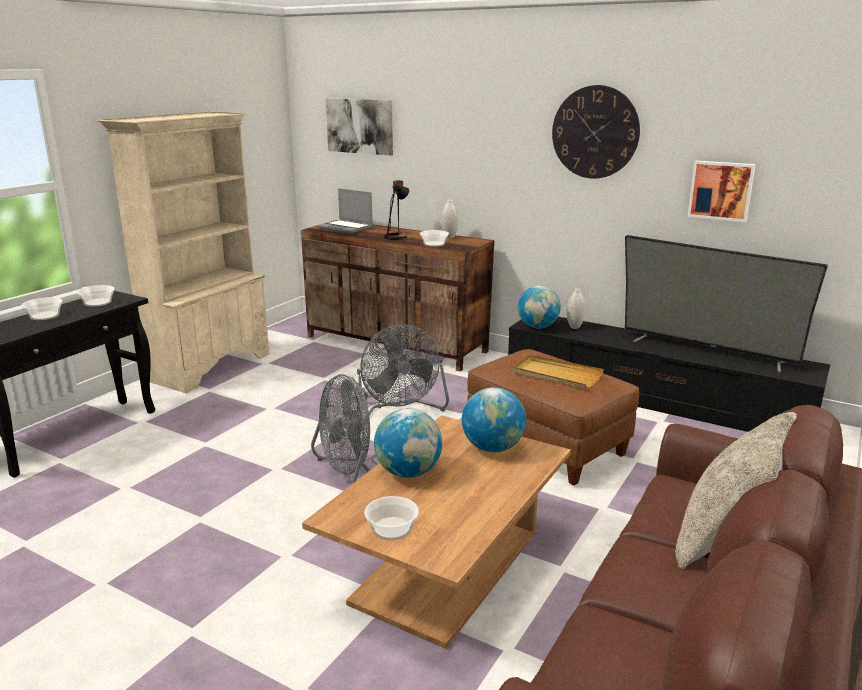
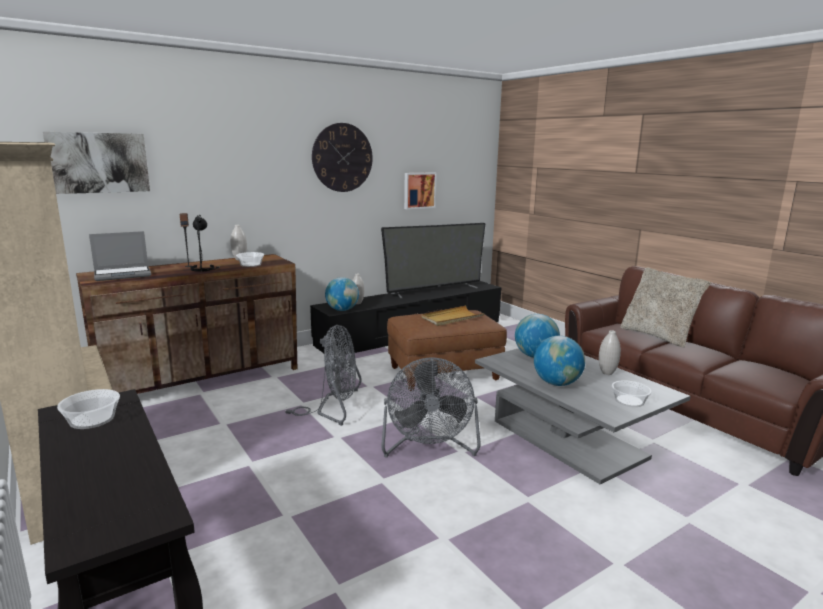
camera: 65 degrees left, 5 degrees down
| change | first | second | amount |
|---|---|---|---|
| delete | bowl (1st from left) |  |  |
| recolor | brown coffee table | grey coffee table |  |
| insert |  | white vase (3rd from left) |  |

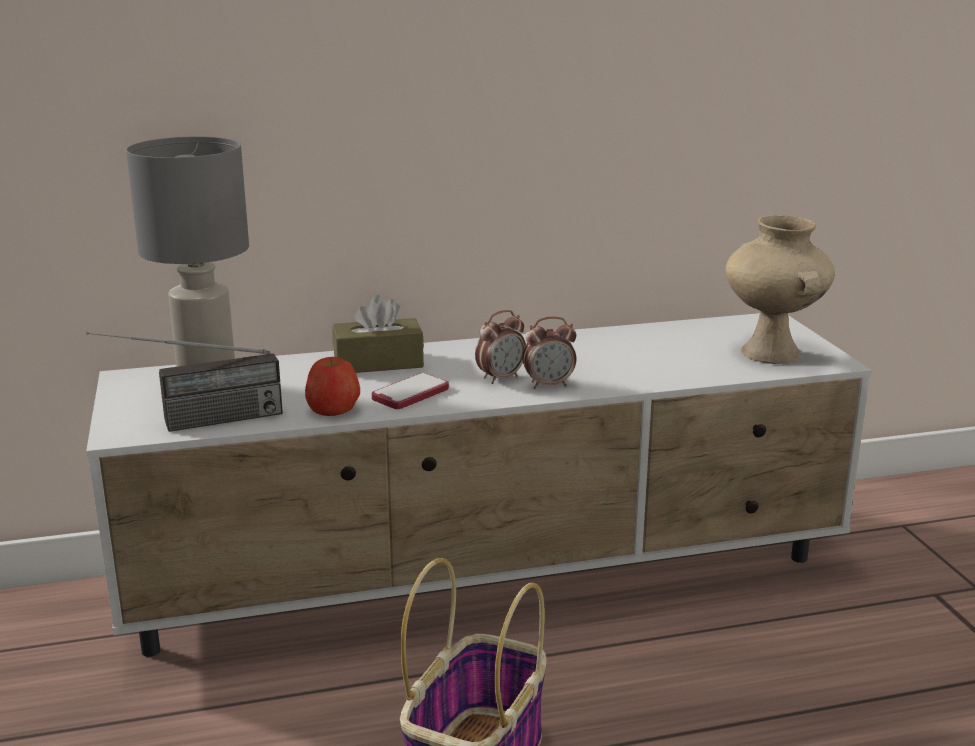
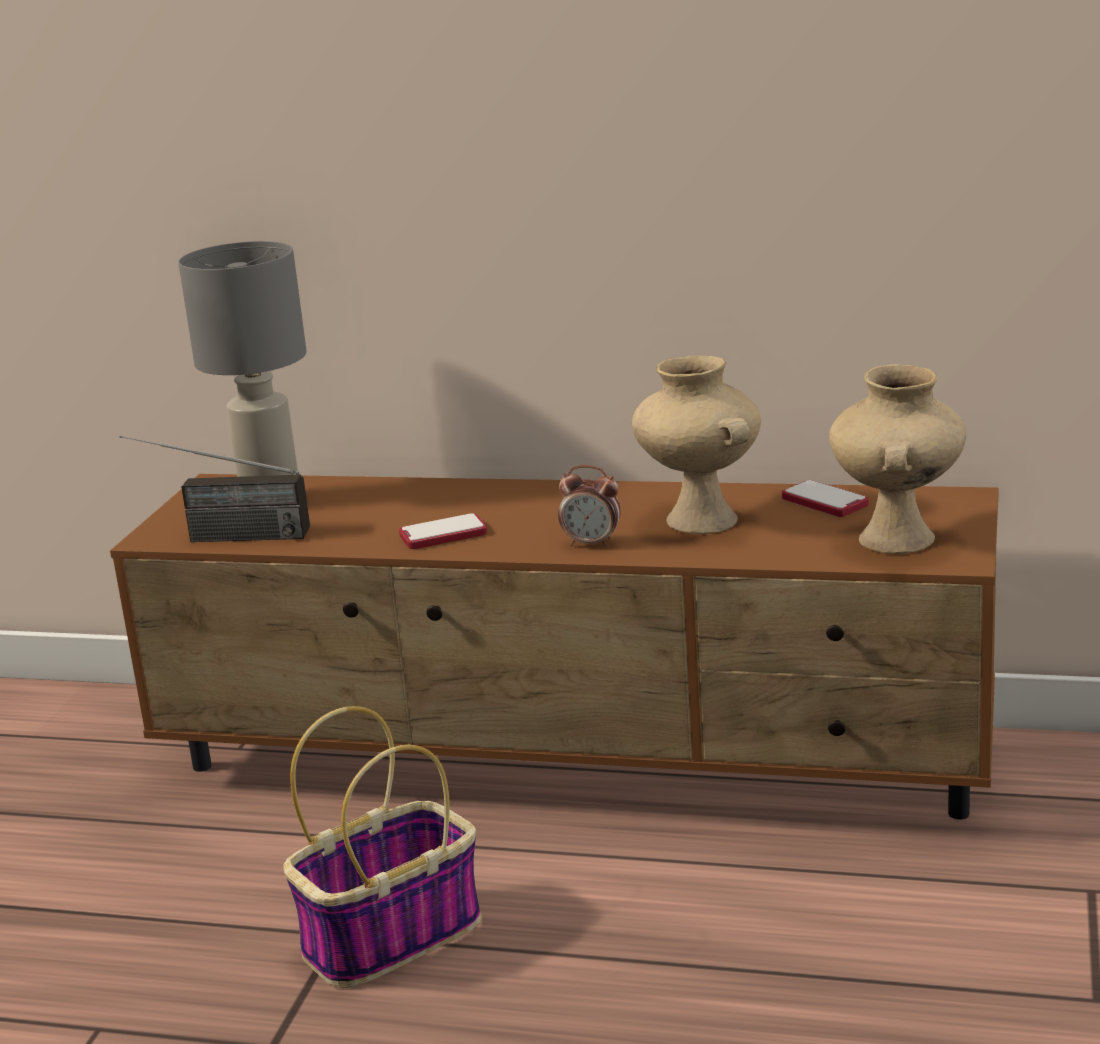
camera: 30 degrees right, 0 degrees up
| change | first | second | amount |
|---|---|---|---|
| delete | brown tissue box |  |  |
| delete | alarm clock (1st from left) |  |  |
| recolor | white tv stand | brown tv stand |  |
| delete | apple |  |  |
| insert |  | beige vase (1st from left) |  |
| insert |  | phone (2nd from left) |  |

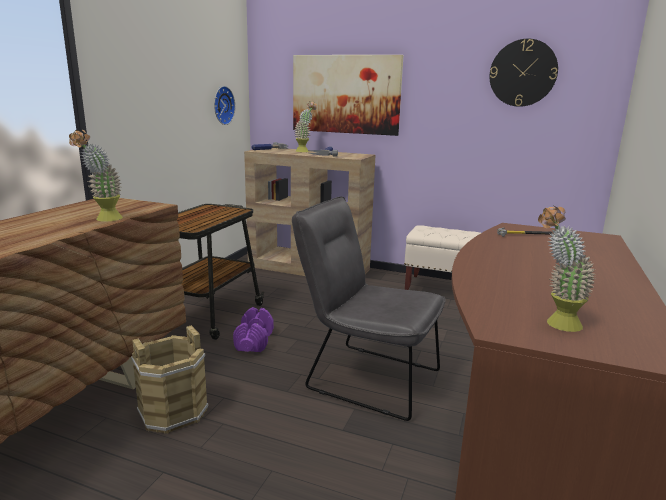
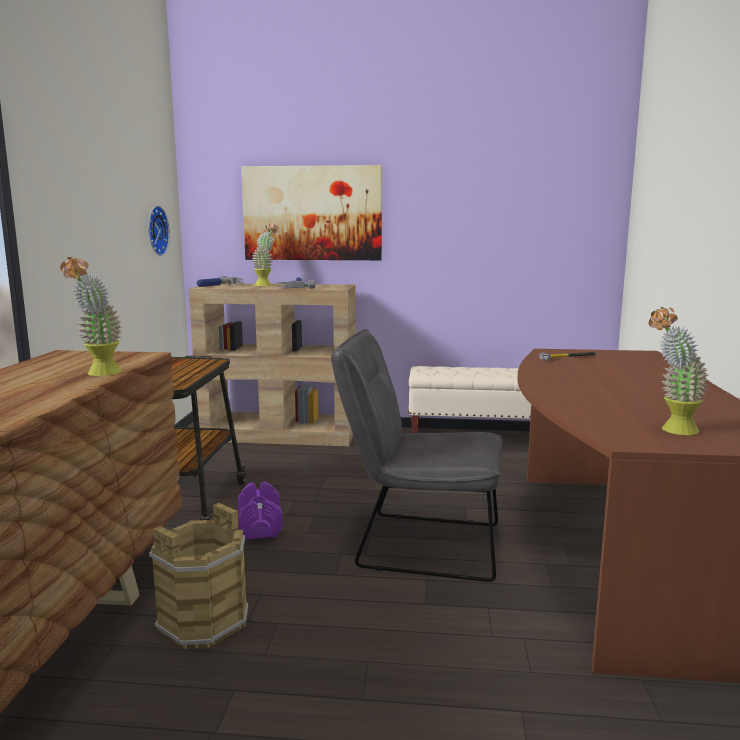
camera: 15 degrees left, 5 degrees down
| change | first | second | amount |
|---|---|---|---|
| delete | wall clock (2nd from left) |  |  |

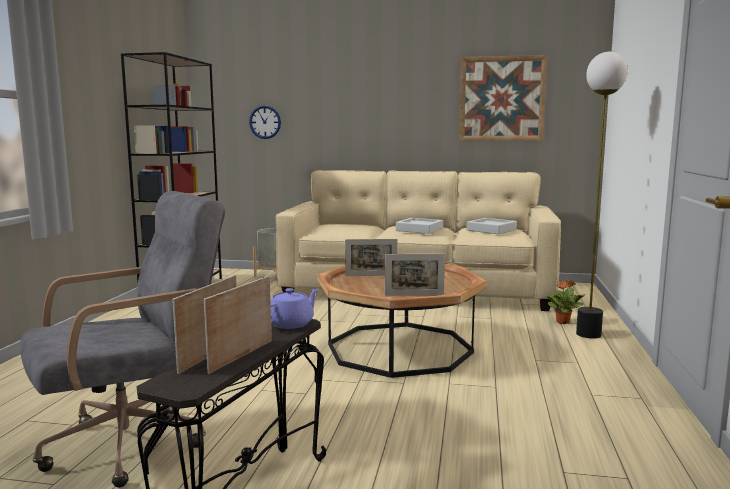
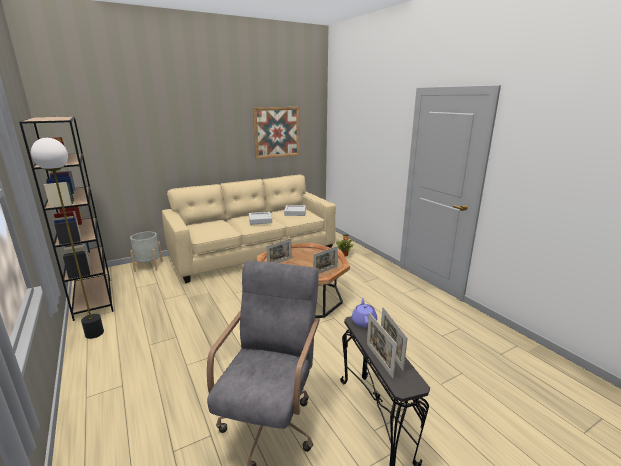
camera: 40 degrees left, 10 degrees up
| change | first | second | amount |
|---|---|---|---|
| move | floor lamp |  |  |
| delete | wall clock |  |  |

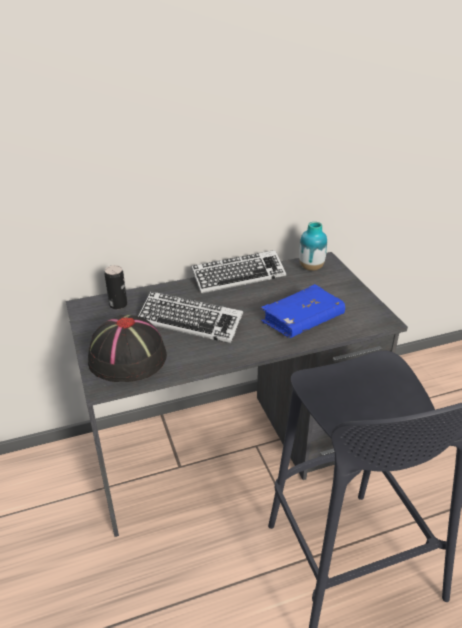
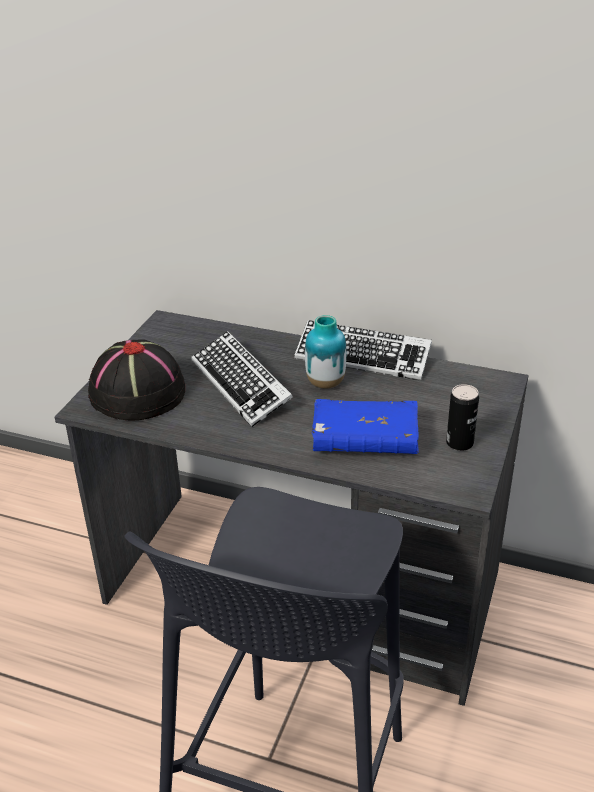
camera: 40 degrees right, 0 degrees up
| change | first | second | amount |
|---|---|---|---|
| move | vase |  |  |
| move | can |  |  |

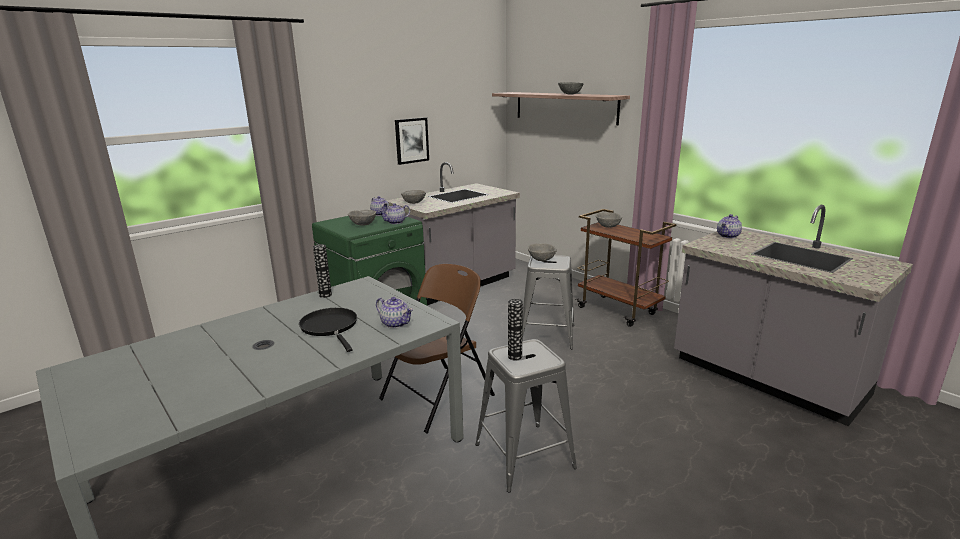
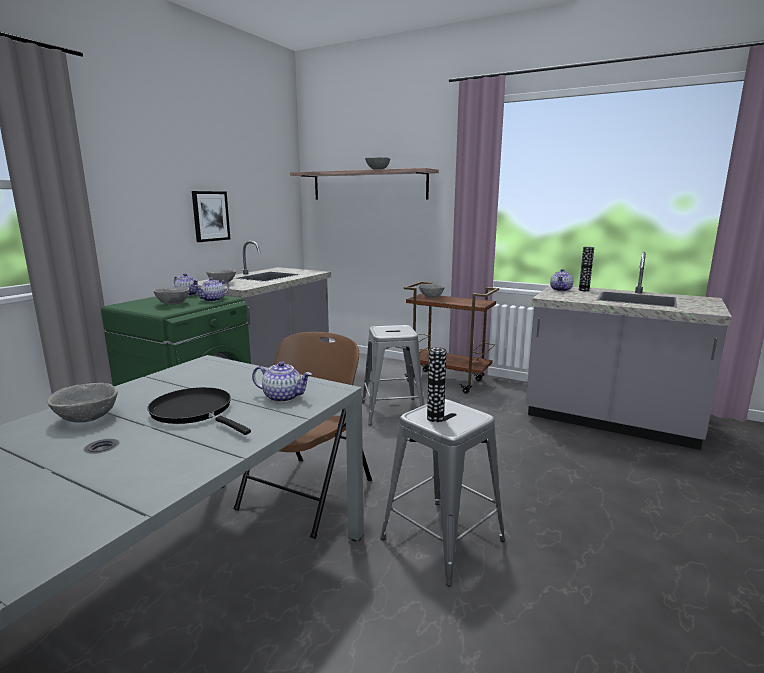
camera: 20 degrees left, 5 degrees down
| change | first | second | amount |
|---|---|---|---|
| move | grey bowl (3rd from left in the first image) | grey bowl (1st from left) |  |
| move | vase (1st from left in the first image) | vase (2nd from left) |  |

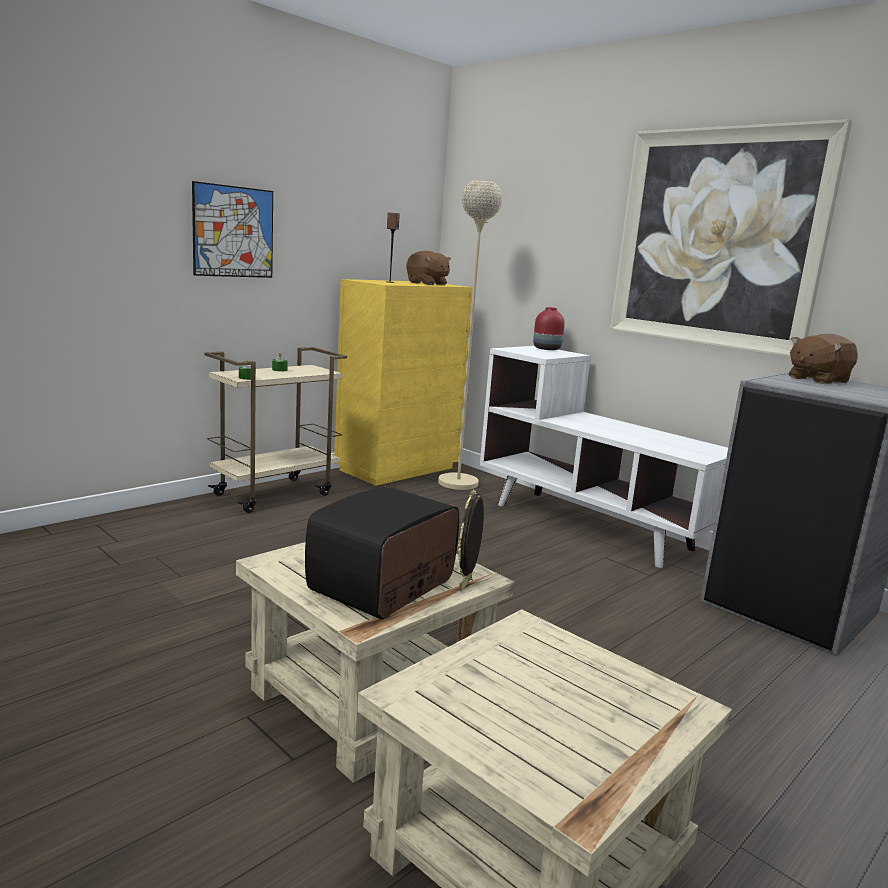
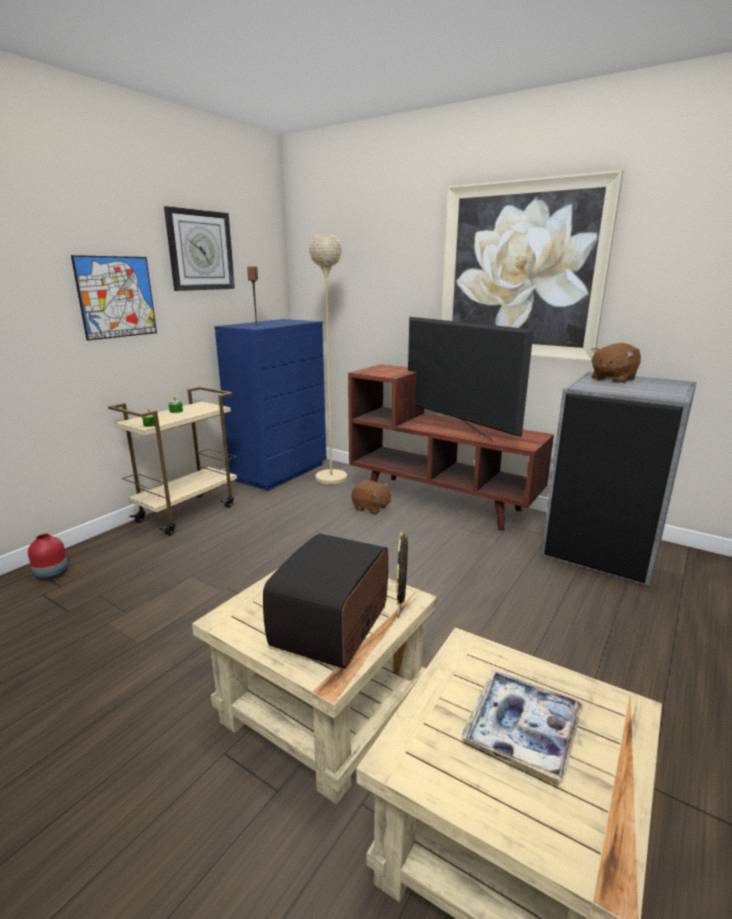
camera: 10 degrees left, 5 degrees up
| change | first | second | amount |
|---|---|---|---|
| move | brown plush toy (1st from left) |  |  |
| recolor | yellow dresser | blue dresser |  |
| move | red vase |  |  |
| recolor | white tv stand | brown tv stand |  |
| insert |  | wall clock |  |
| insert |  | television |  |
| insert |  | tray |  |

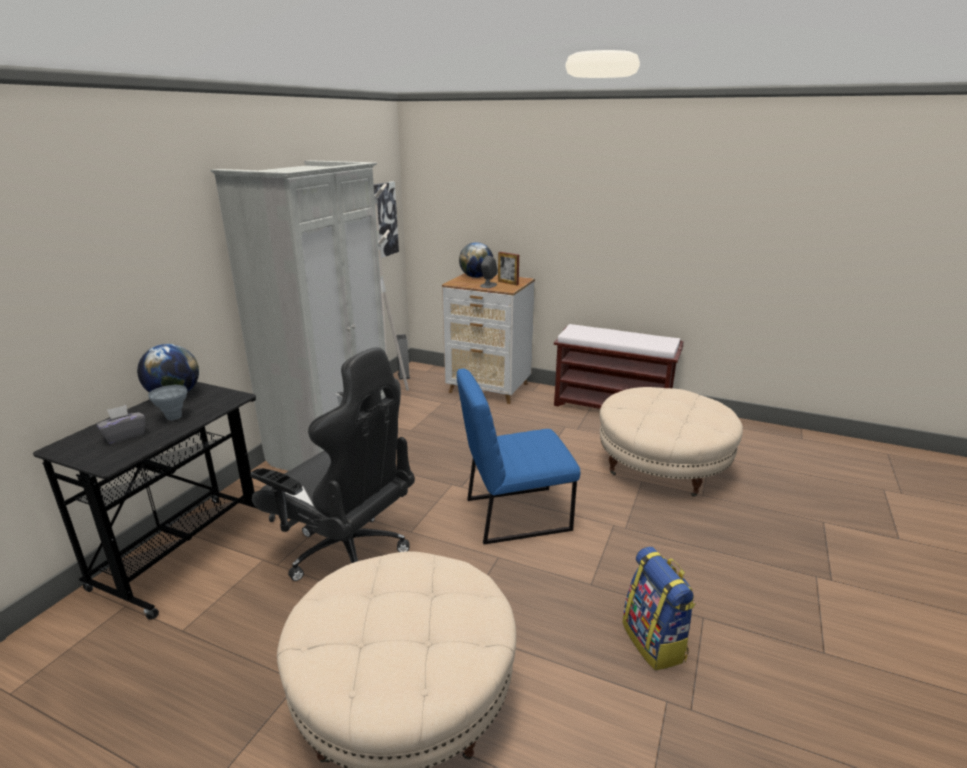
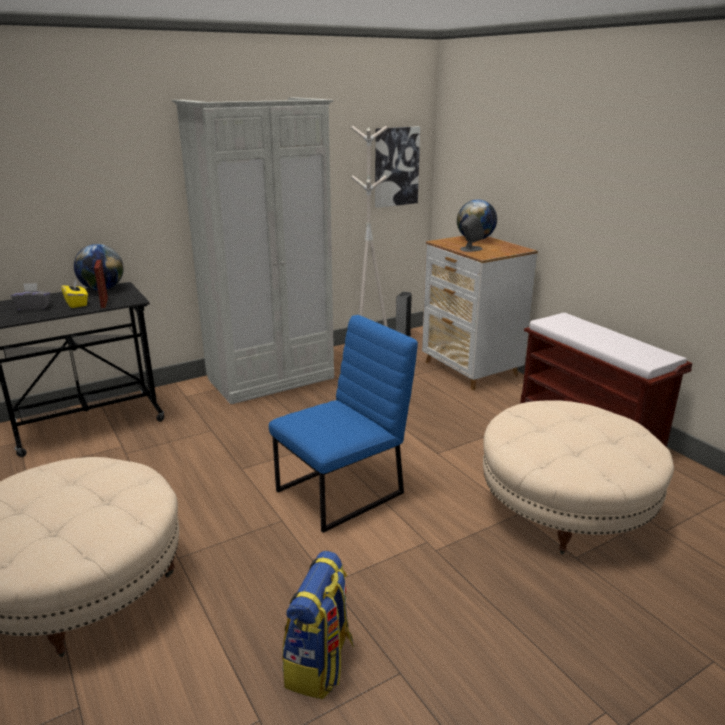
camera: 35 degrees right, 0 degrees up
| change | first | second | amount |
|---|---|---|---|
| move | picture frame |  |  |
| delete | black office chair |  |  |
| rotate | blue chair |  | 120 degrees clockwise |
| replace | grey vase | yellow tissue box |  |

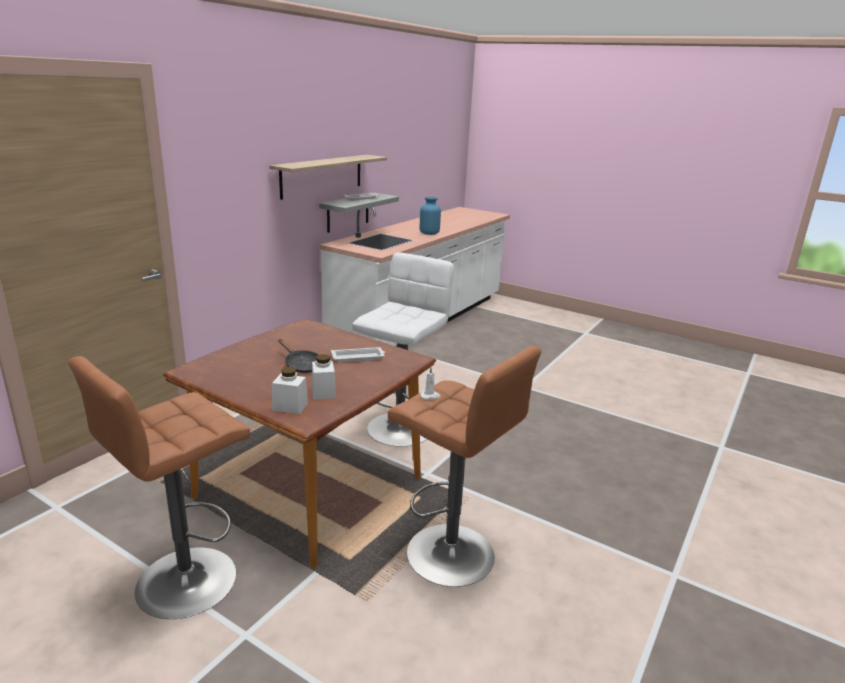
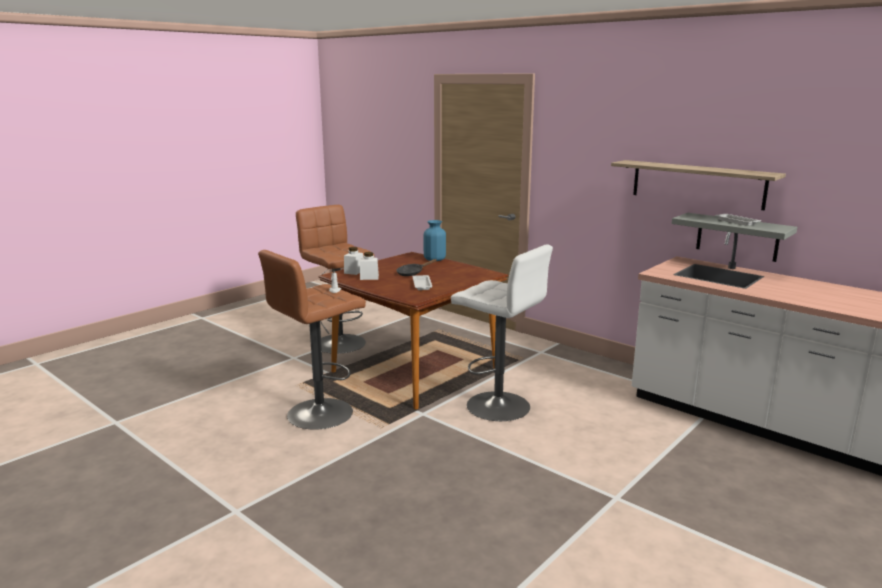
camera: 100 degrees right, 5 degrees down
| change | first | second | amount |
|---|---|---|---|
| move | blue vase |  |  |

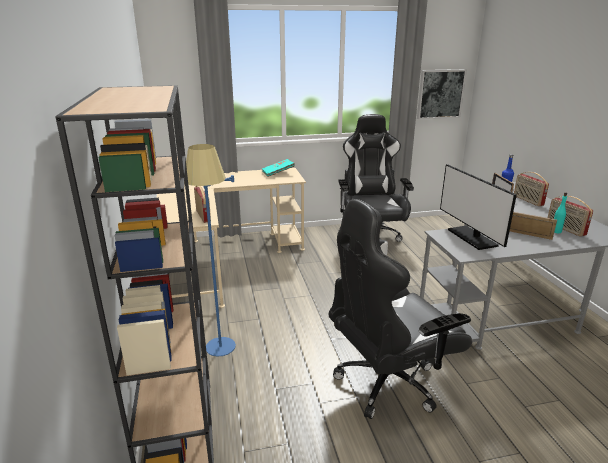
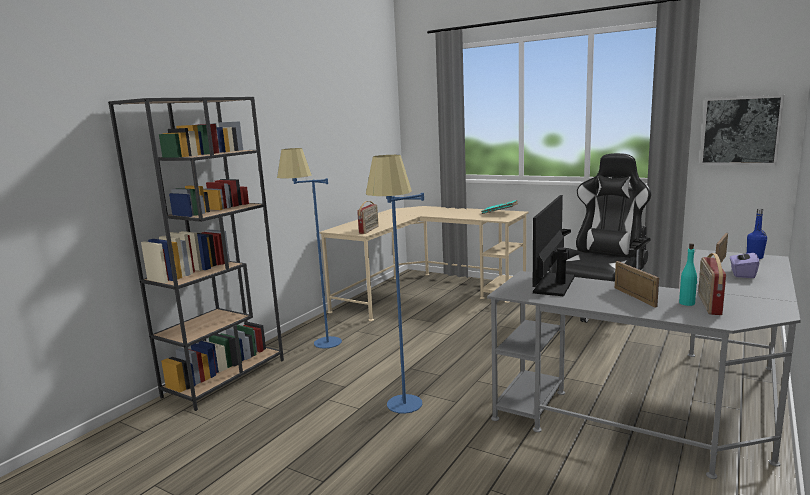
camera: 45 degrees right, 10 degrees down
| change | first | second | amount |
|---|---|---|---|
| replace | radio (2nd from left) | purple tissue box |  |
| replace | black office chair (2nd from left) | blue floor lamp (2nd from left) |  |

